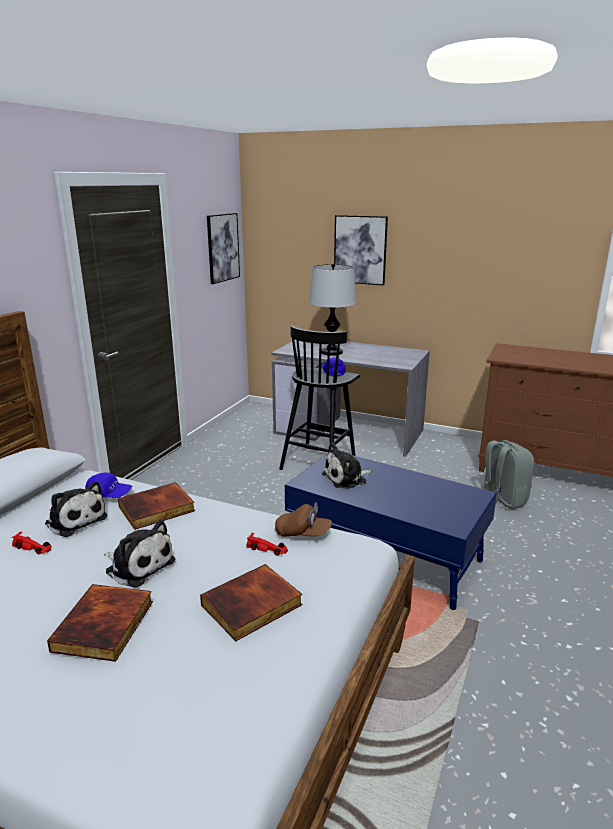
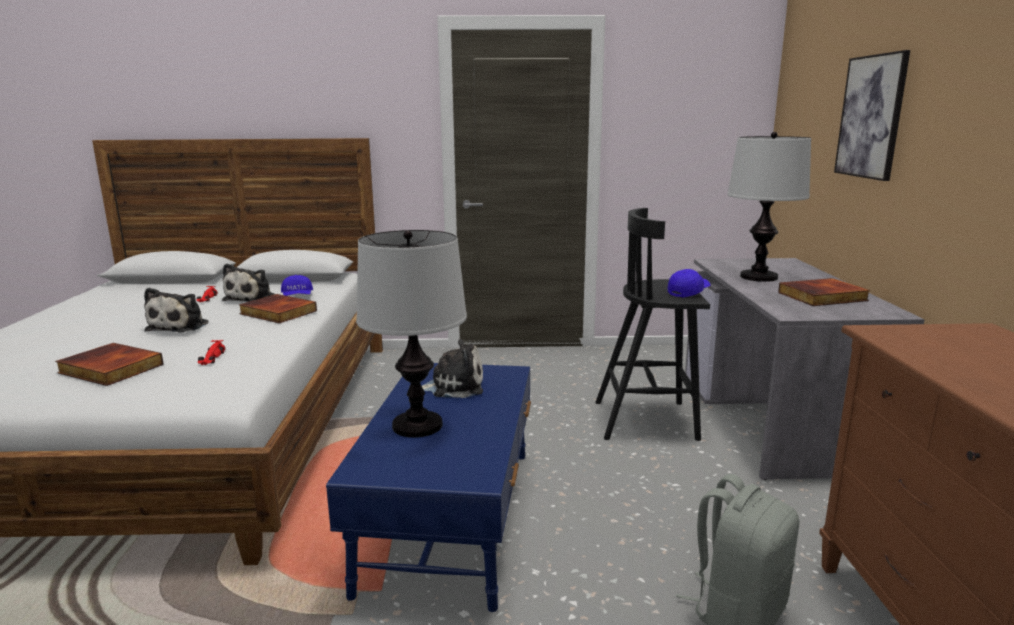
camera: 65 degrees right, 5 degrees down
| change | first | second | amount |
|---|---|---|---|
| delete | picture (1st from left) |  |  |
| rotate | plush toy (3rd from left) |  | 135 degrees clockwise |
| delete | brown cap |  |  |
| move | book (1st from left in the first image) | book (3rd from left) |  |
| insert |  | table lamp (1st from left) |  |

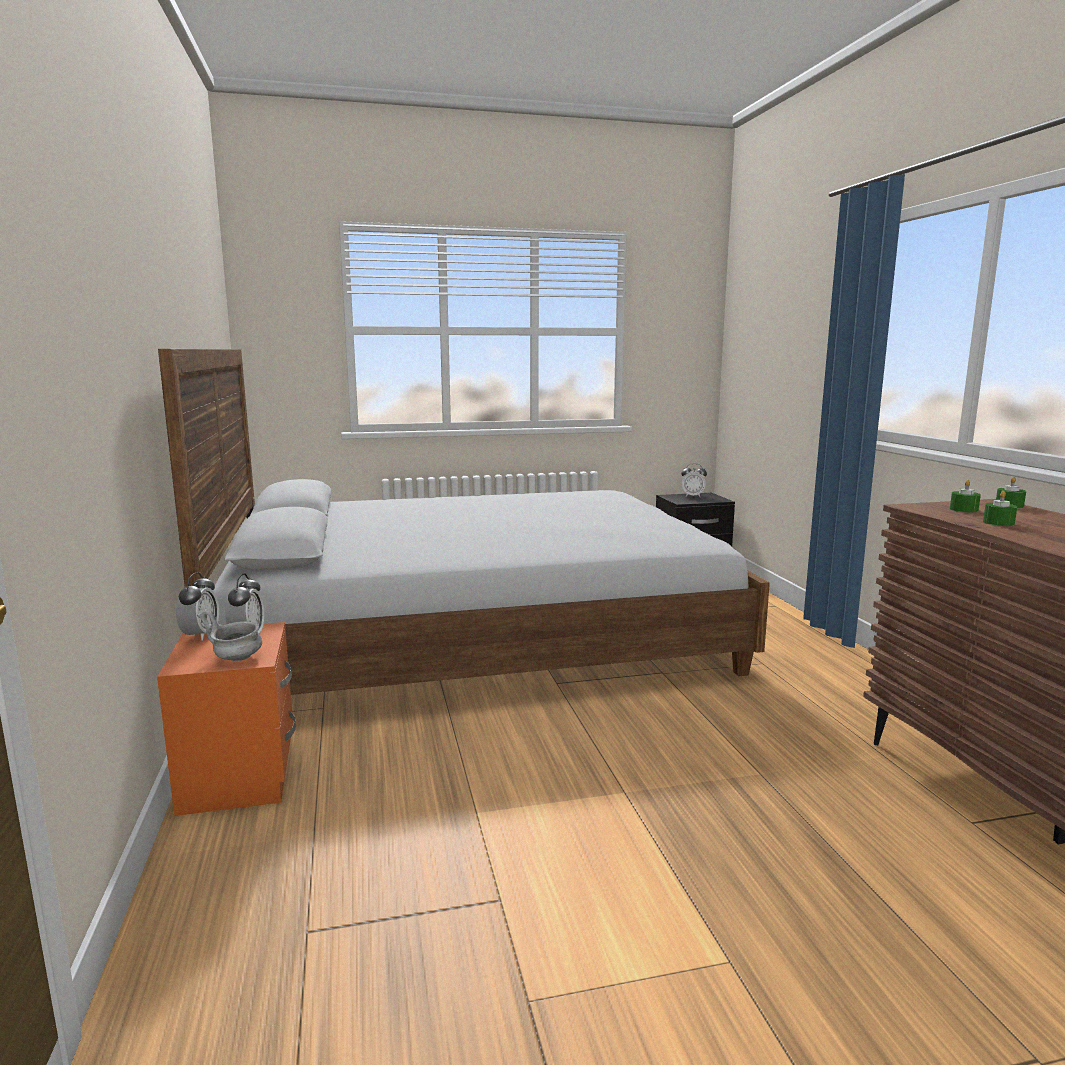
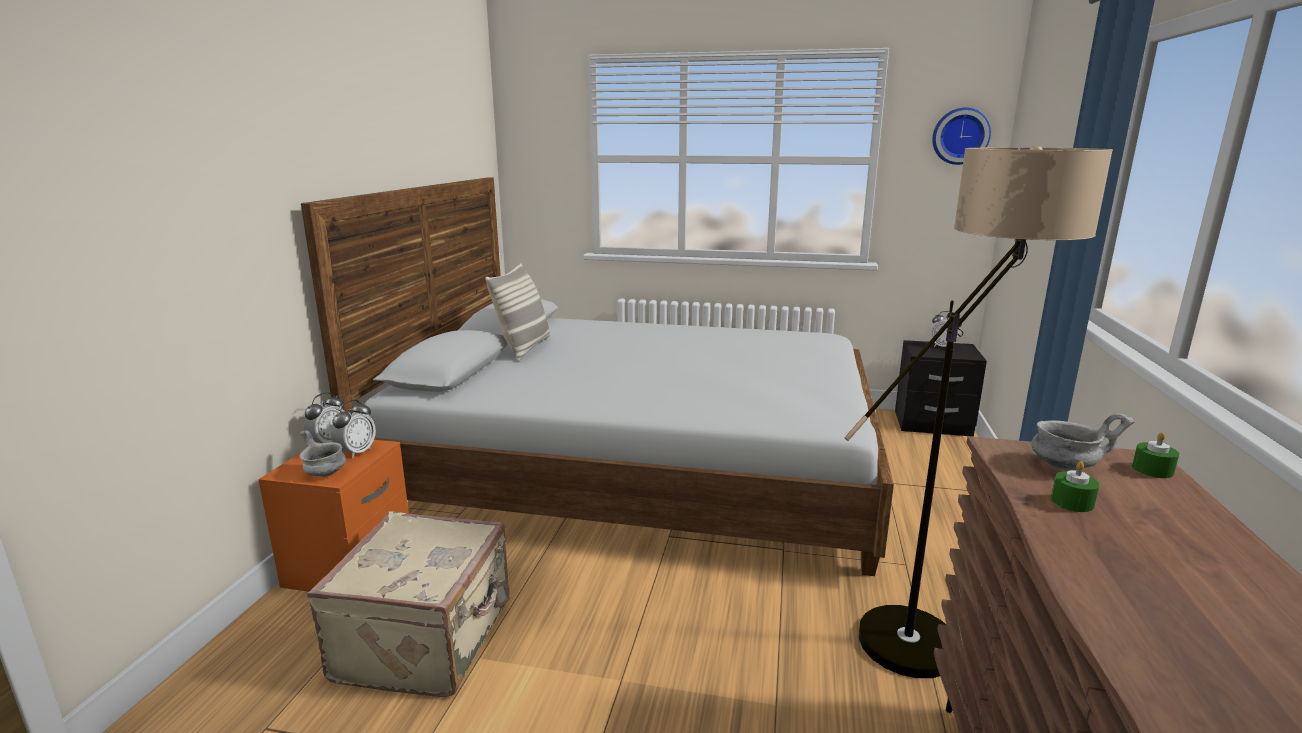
camera: 25 degrees right, 5 degrees up
| change | first | second | amount |
|---|---|---|---|
| replace | green candle (1st from left) | grey bowl (2nd from left) |  |
| insert |  | wall clock |  |
| insert |  | floor lamp |  |
| insert |  | pillow |  |
| insert |  | beige suitcase |  |

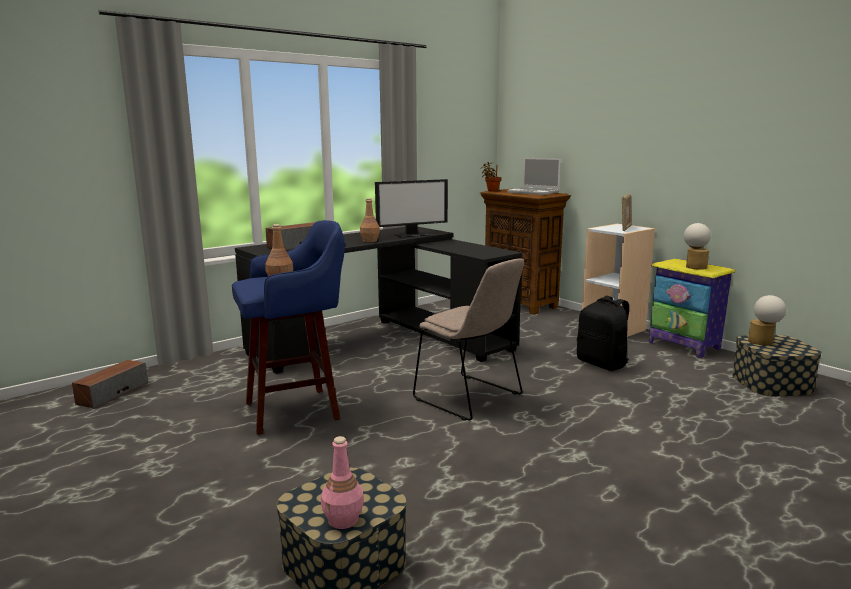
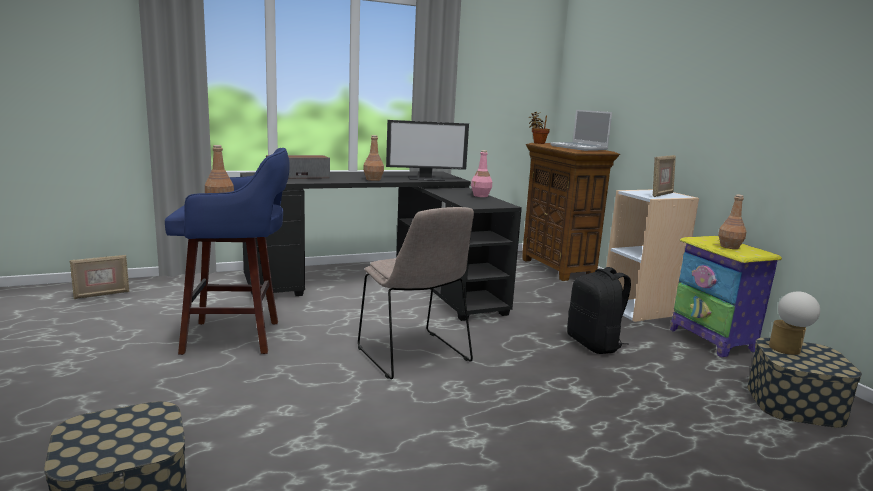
camera: 15 degrees right, 0 degrees up
| change | first | second | amount |
|---|---|---|---|
| replace | table lamp (1st from left) | brown bottle (3rd from left) |  |
| replace | speaker (1st from left) | picture frame (1st from left) |  |
| move | pink bottle |  |  |

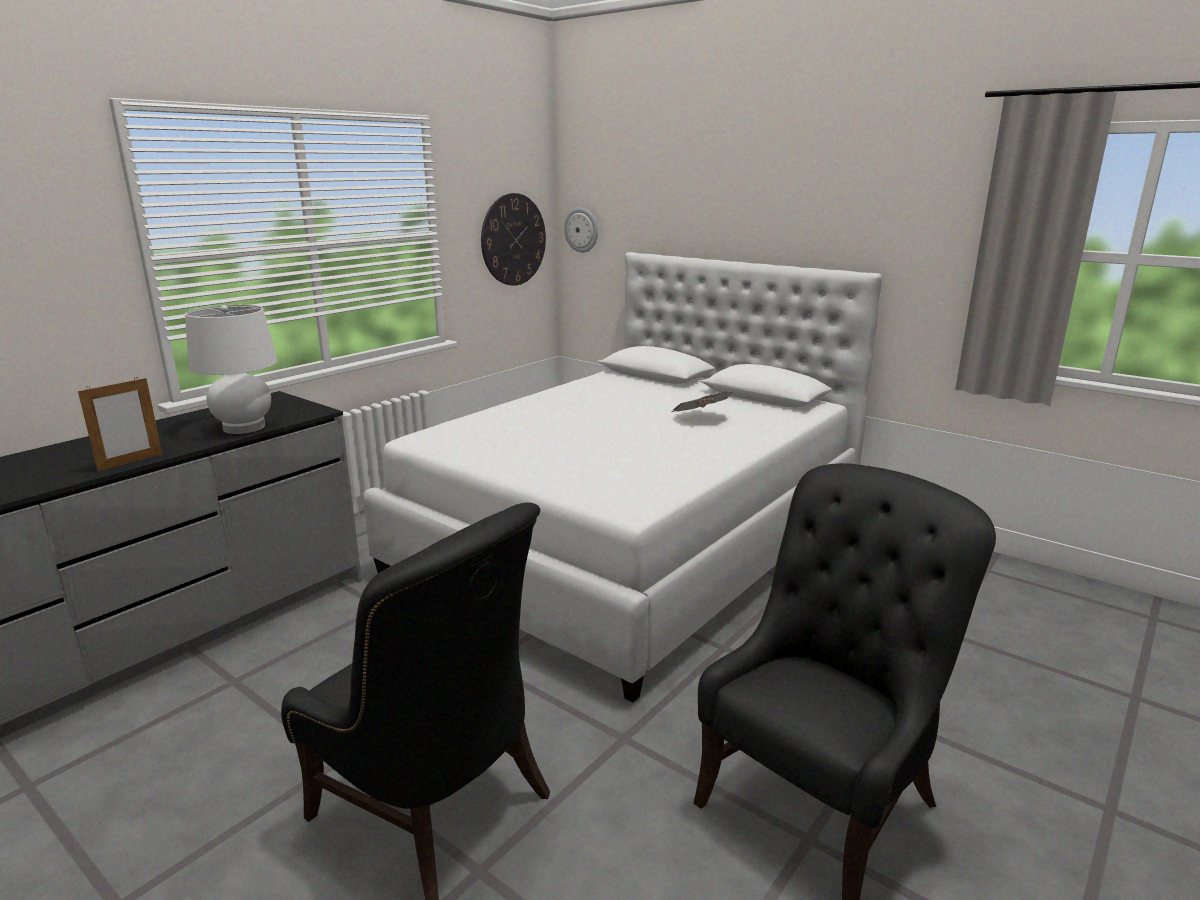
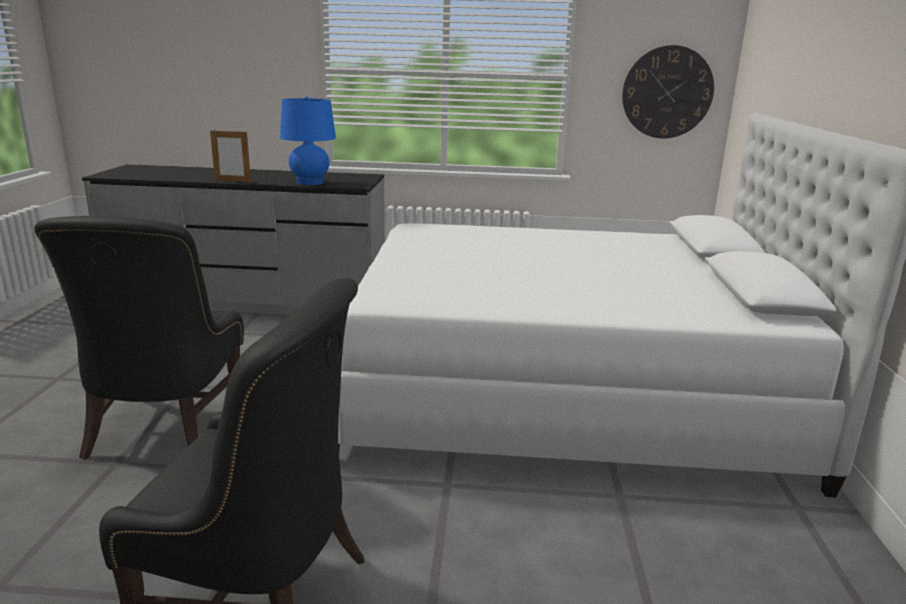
camera: 55 degrees right, 0 degrees up
| change | first | second | amount |
|---|---|---|---|
| delete | wall clock (2nd from left) |  |  |
| recolor | white table lamp | blue table lamp |  |
| delete | newspaper |  |  |

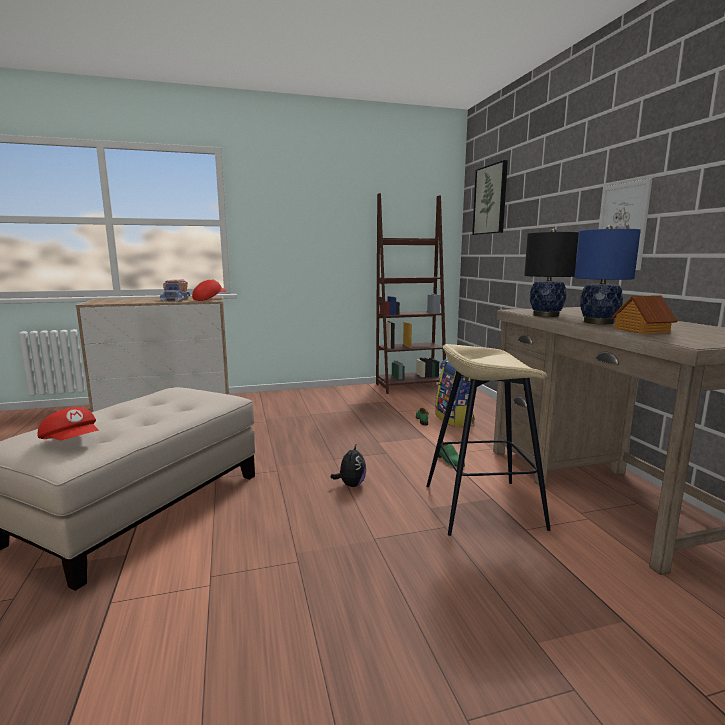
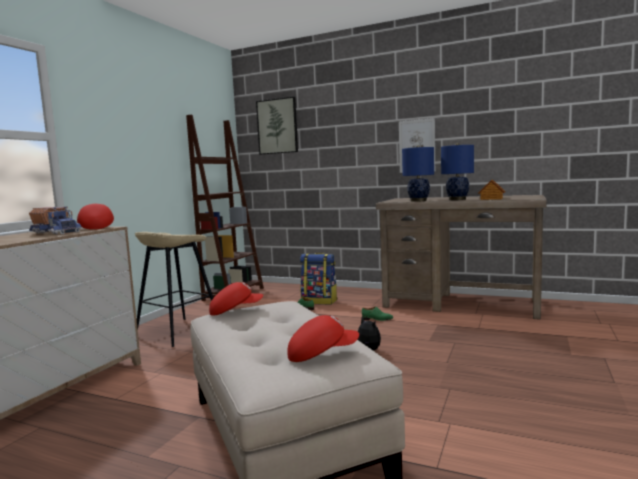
camera: 50 degrees left, 5 degrees down
| change | first | second | amount |
|---|---|---|---|
| recolor | black table lamp | blue table lamp (1st from left) |  |
| move | beige stool |  |  |
| insert |  | red cap (2nd from left) |  |

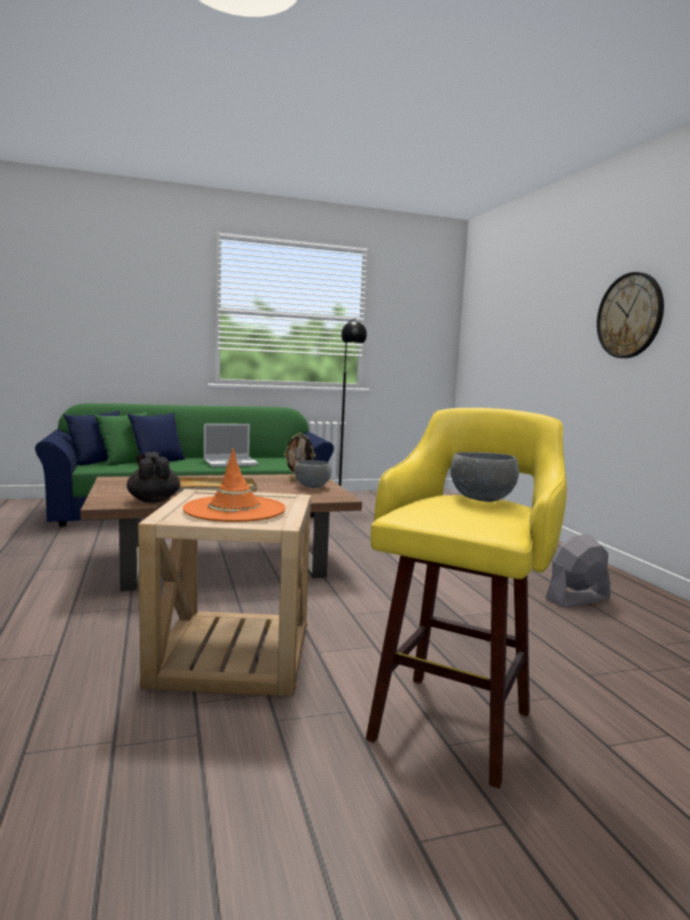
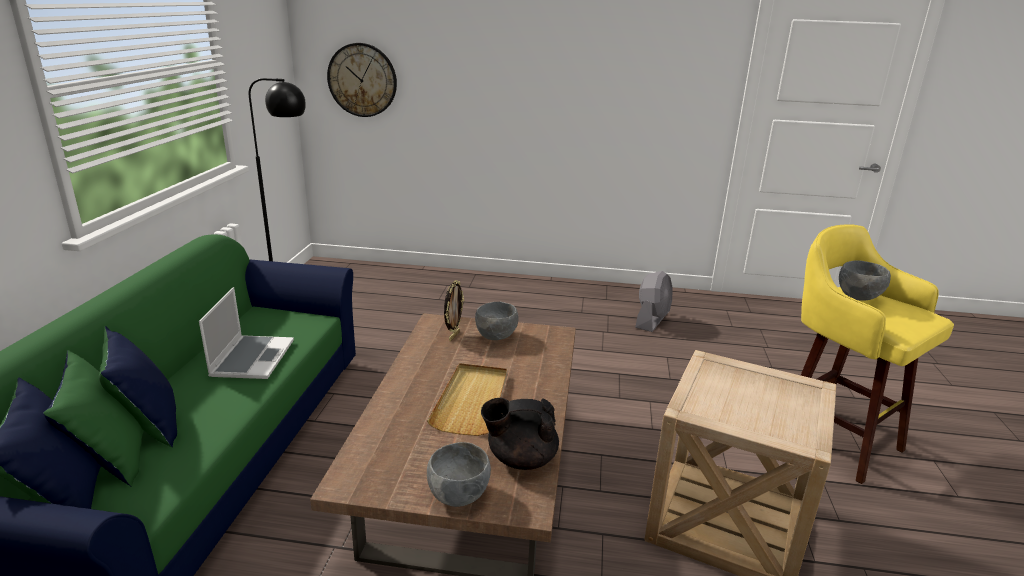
camera: 65 degrees left, 15 degrees up
| change | first | second | amount |
|---|---|---|---|
| move | wall clock |  |  |
| delete | orange hat |  |  |
| rotate | grey fan |  | 150 degrees counterclockwise |
| insert |  | grey bowl (1st from left) |  |

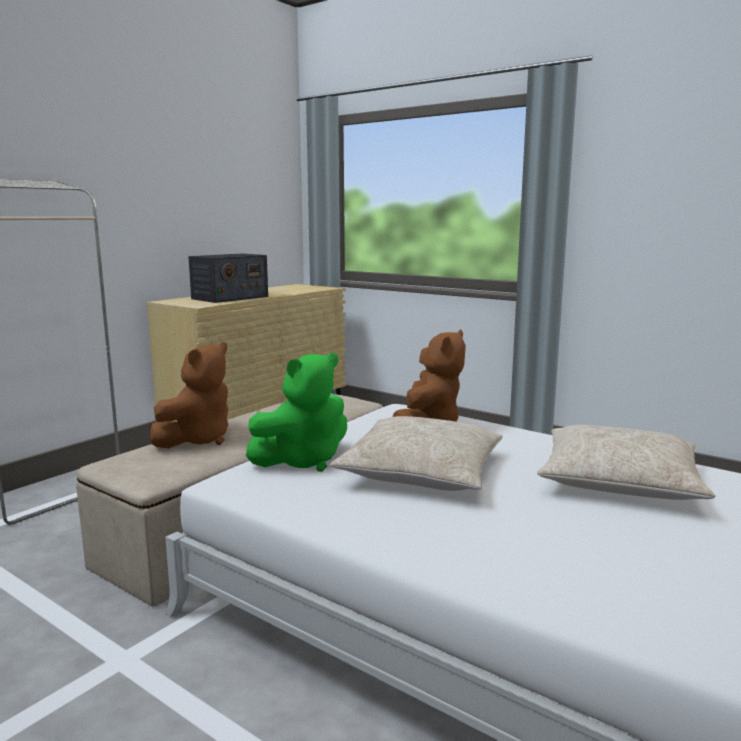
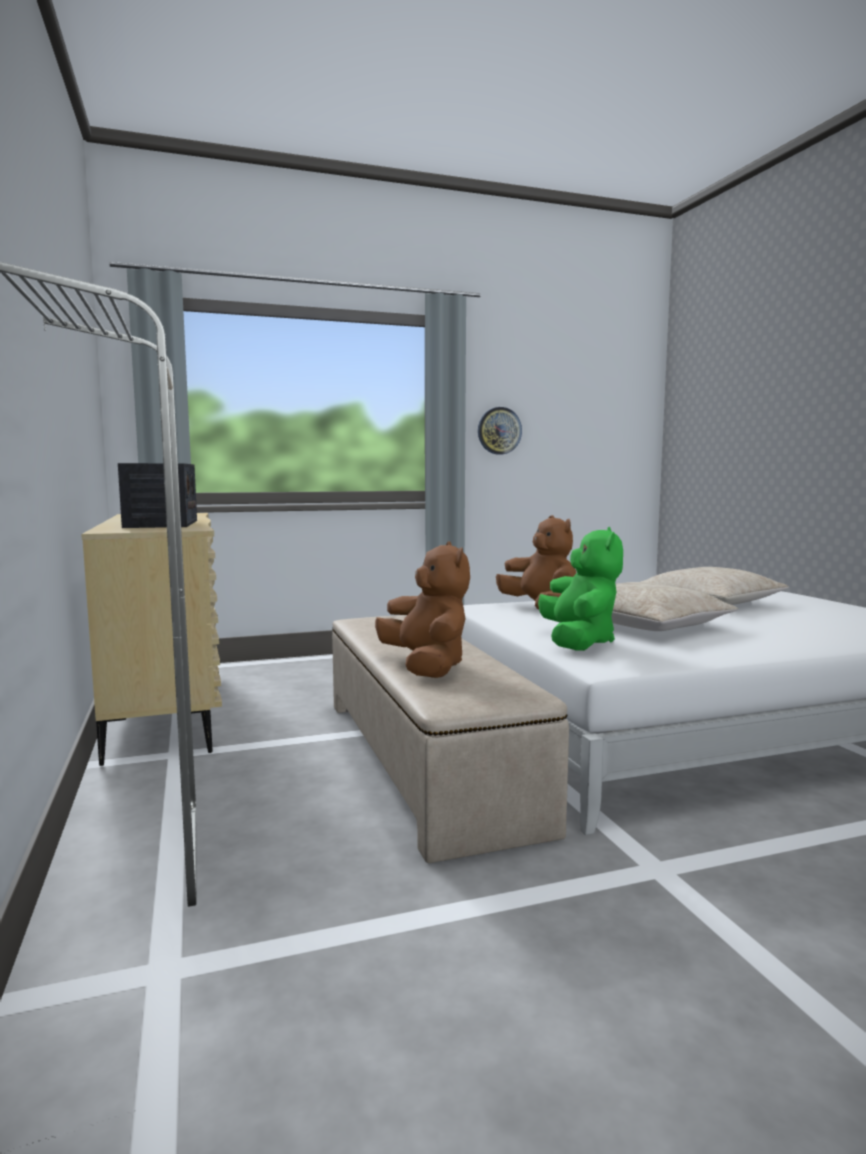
camera: 55 degrees left, 5 degrees down
| change | first | second | amount |
|---|---|---|---|
| insert |  | wall clock |  |

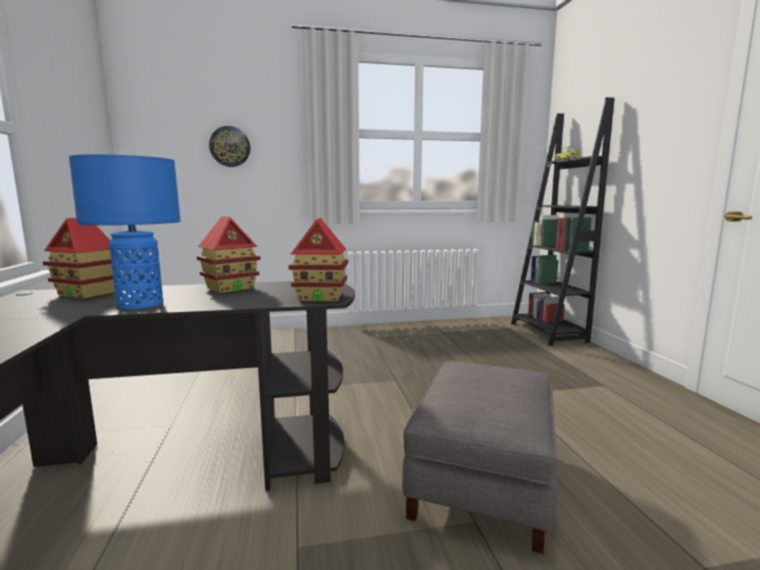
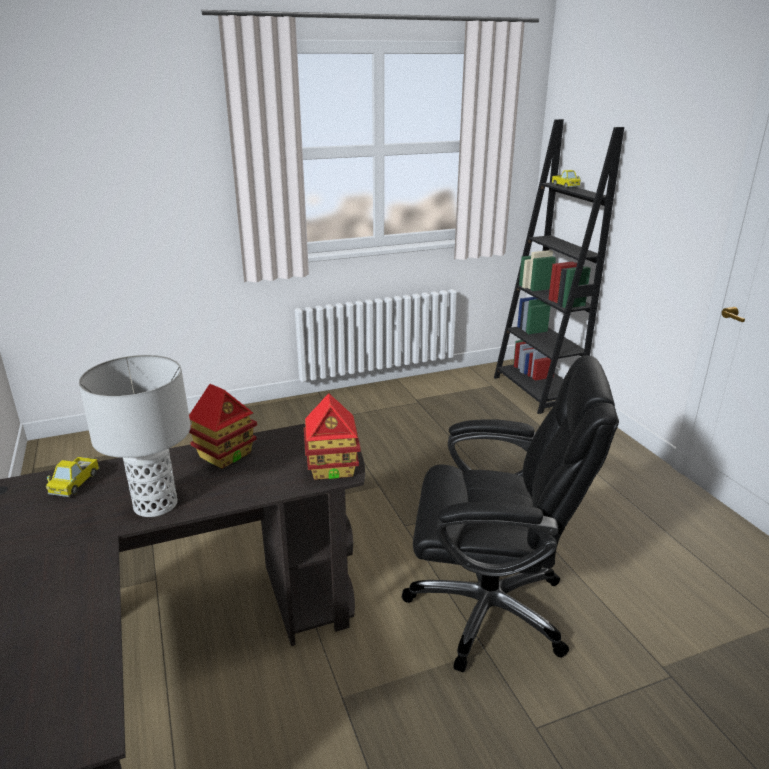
camera: 10 degrees left, 15 degrees up
| change | first | second | amount |
|---|---|---|---|
| delete | wall clock |  |  |
| recolor | blue table lamp | white table lamp |  |
| replace | toy house (1st from left) | toy truck (1st from left) |  |
| replace | grey ottoman | black office chair |  |

